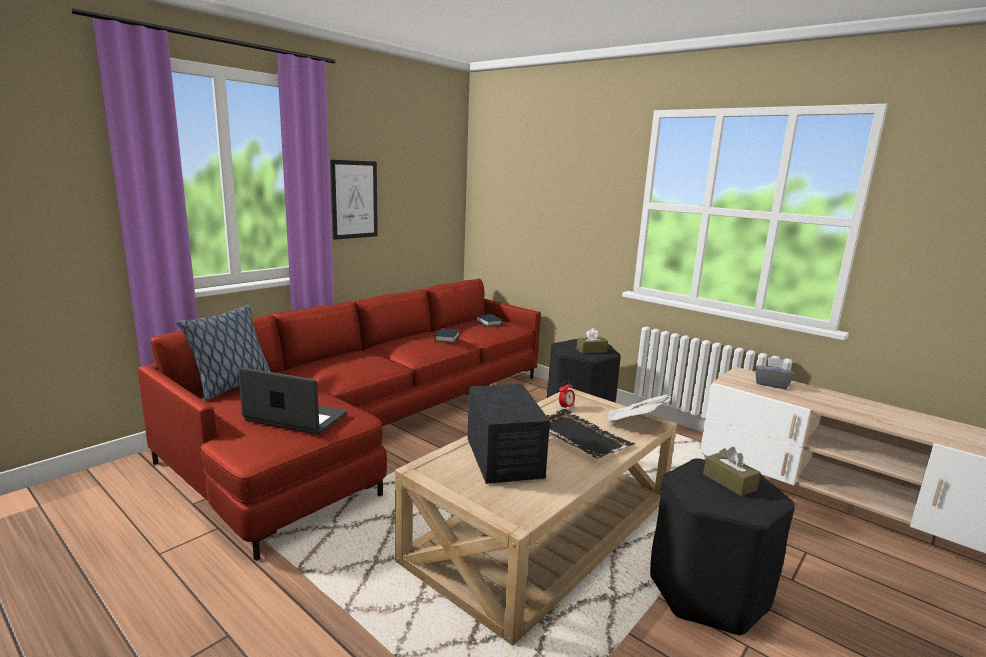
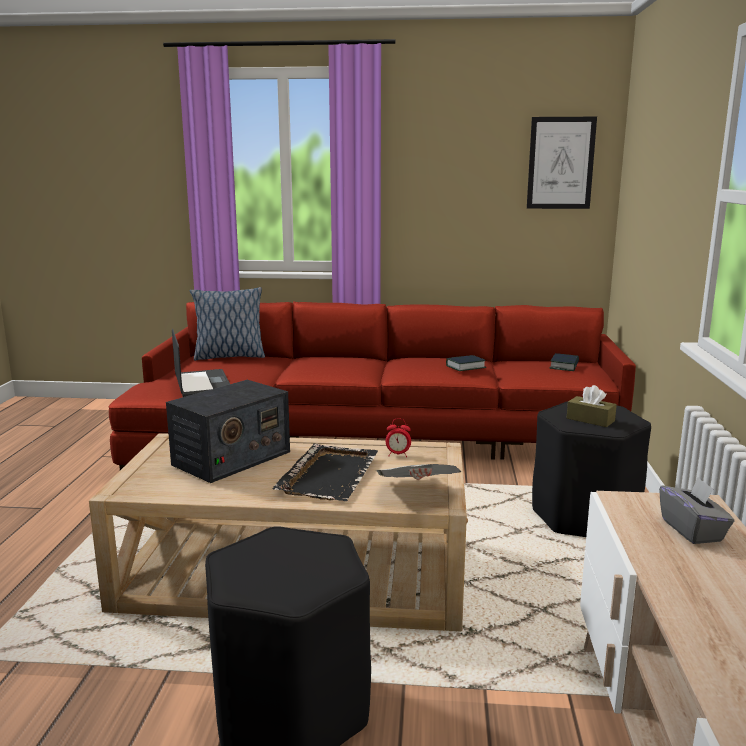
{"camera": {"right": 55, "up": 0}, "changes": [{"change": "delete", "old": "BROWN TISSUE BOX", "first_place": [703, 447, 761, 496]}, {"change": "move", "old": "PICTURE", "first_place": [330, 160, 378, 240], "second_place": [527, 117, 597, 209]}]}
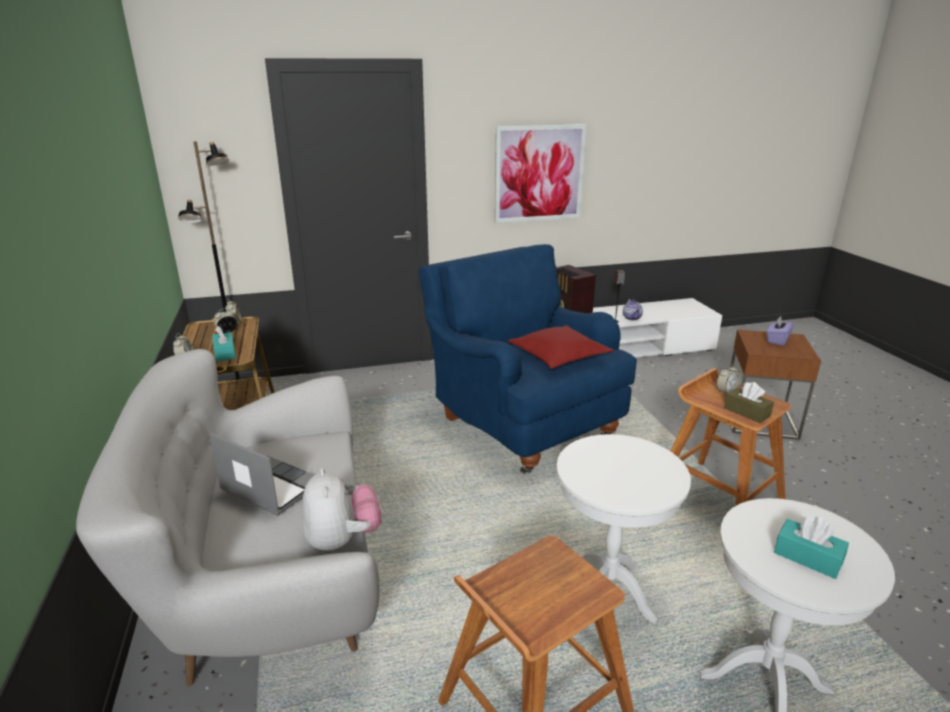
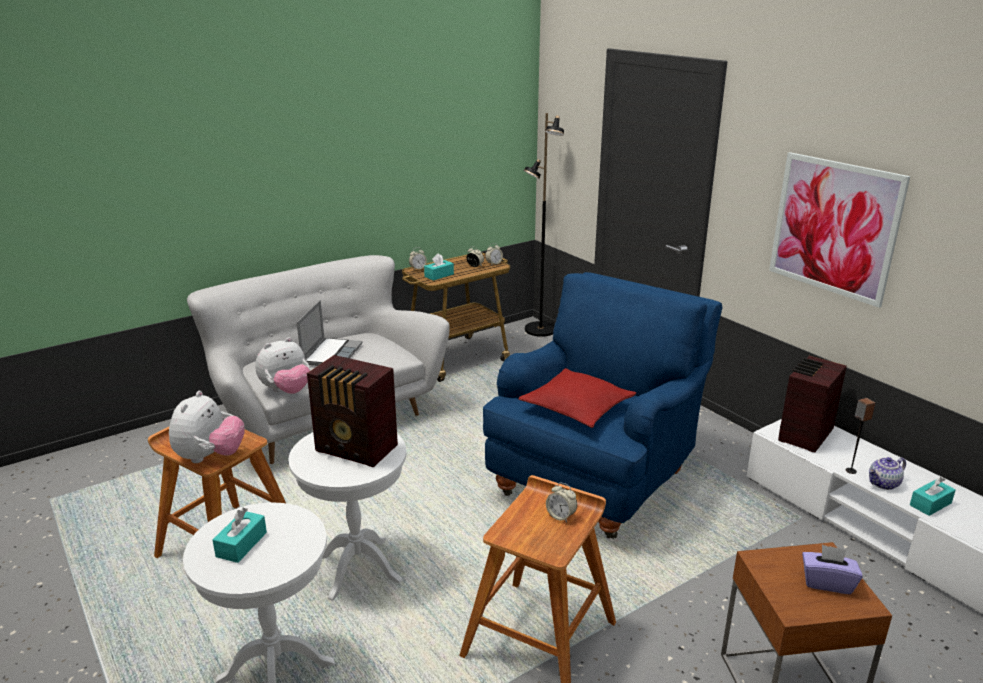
{"camera": {"right": 70, "up": 0}, "changes": [{"change": "delete", "old": "BROWN TISSUE BOX", "first_place": [724, 382, 774, 423]}, {"change": "insert", "new": "PLUSH TOY", "second_place": [169, 391, 245, 463]}, {"change": "insert", "new": "RADIO", "second_place": [307, 355, 398, 468]}, {"change": "insert", "new": "TURQUOISE TISSUE BOX", "second_place": [910, 477, 956, 516]}]}
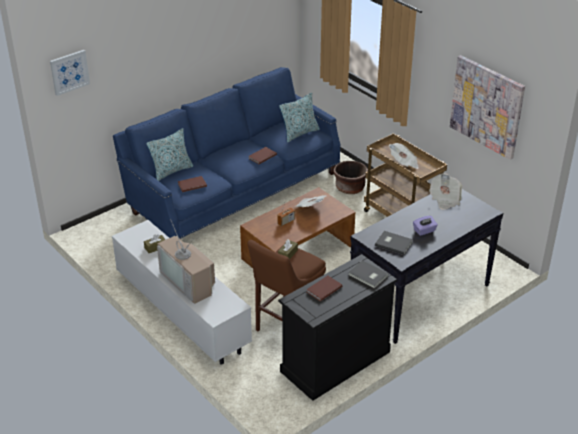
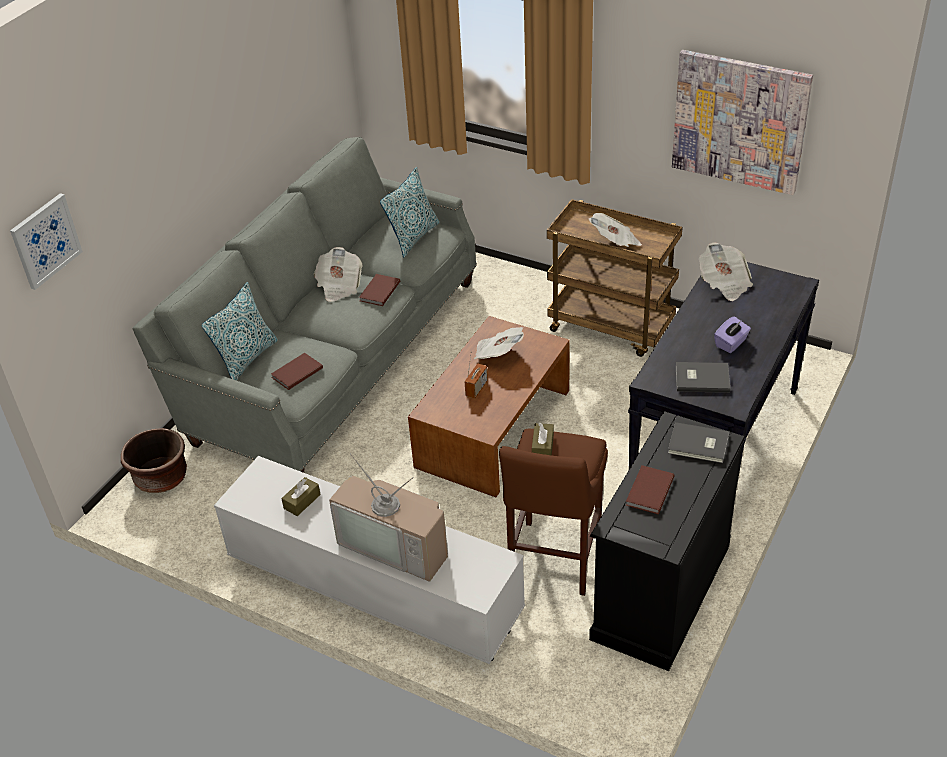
{"camera": {"right": -20, "up": 5}, "changes": [{"change": "insert", "new": "NEWSPAPER", "second_place": [314, 247, 363, 302]}, {"change": "move", "old": "BROWN PLANTER", "first_place": [333, 161, 368, 194], "second_place": [121, 428, 187, 493]}, {"change": "recolor", "old": "BLUE SOFA", "new": "GREY SOFA", "first_place": [113, 67, 340, 239], "second_place": [132, 137, 477, 473]}]}
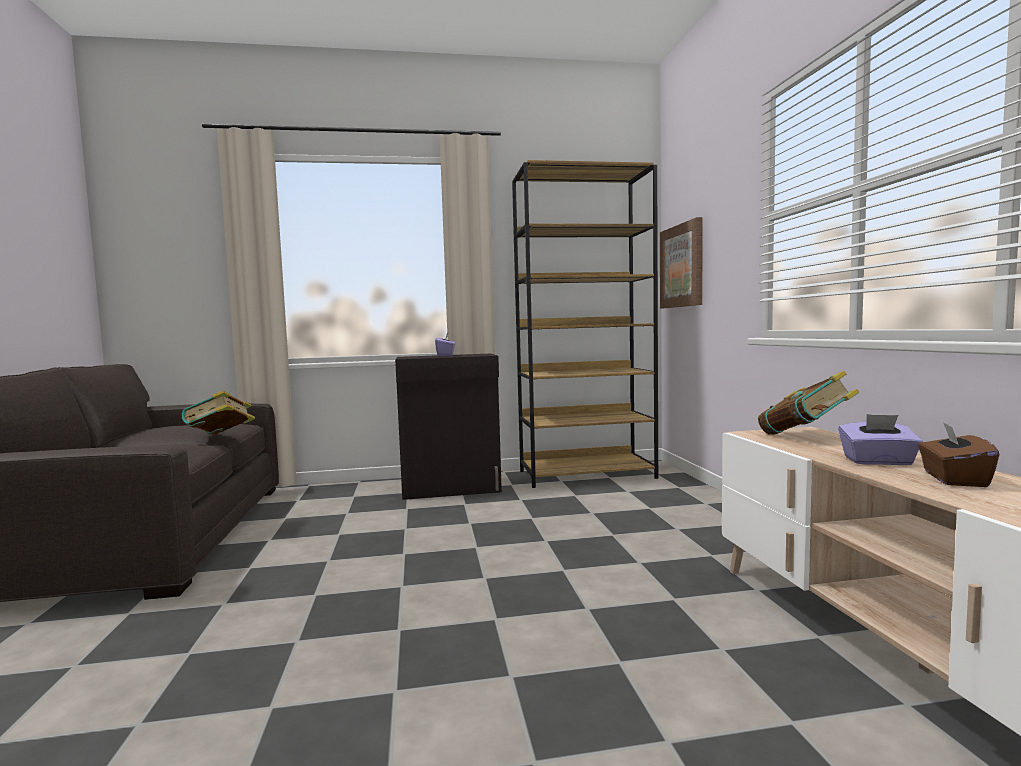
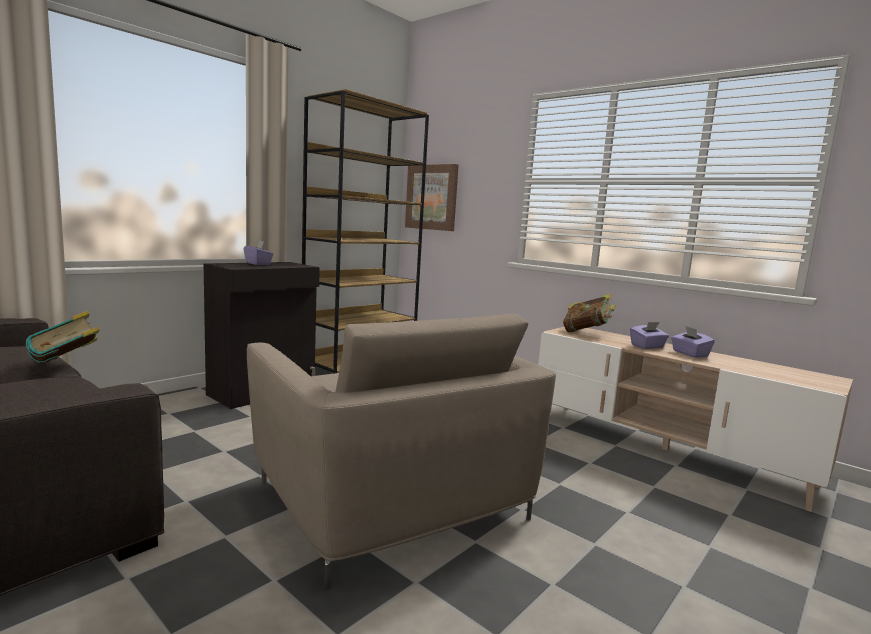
{"camera": {"right": -40, "up": 5}, "changes": [{"change": "insert", "new": "BEIGE ARMCHAIR", "second_place": [247, 314, 556, 590]}, {"change": "recolor", "old": "BROWN TISSUE BOX", "new": "PURPLE TISSUE BOX", "first_place": [918, 422, 999, 487], "second_place": [671, 326, 715, 358]}]}
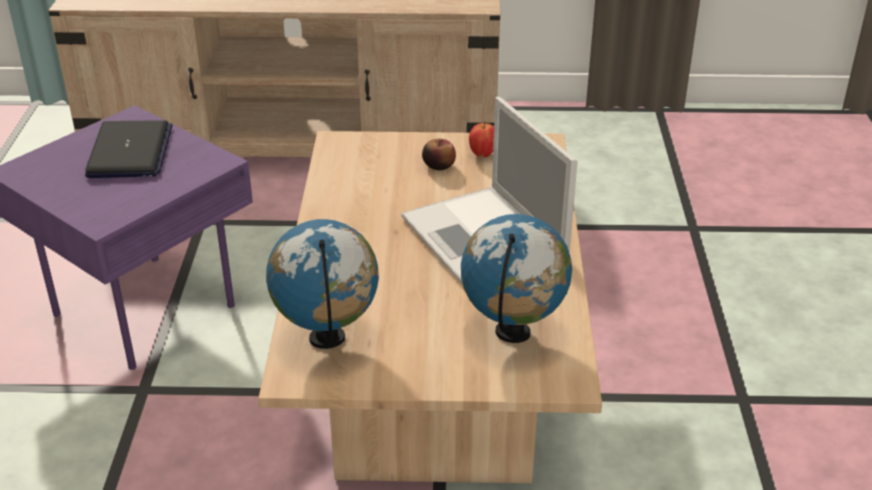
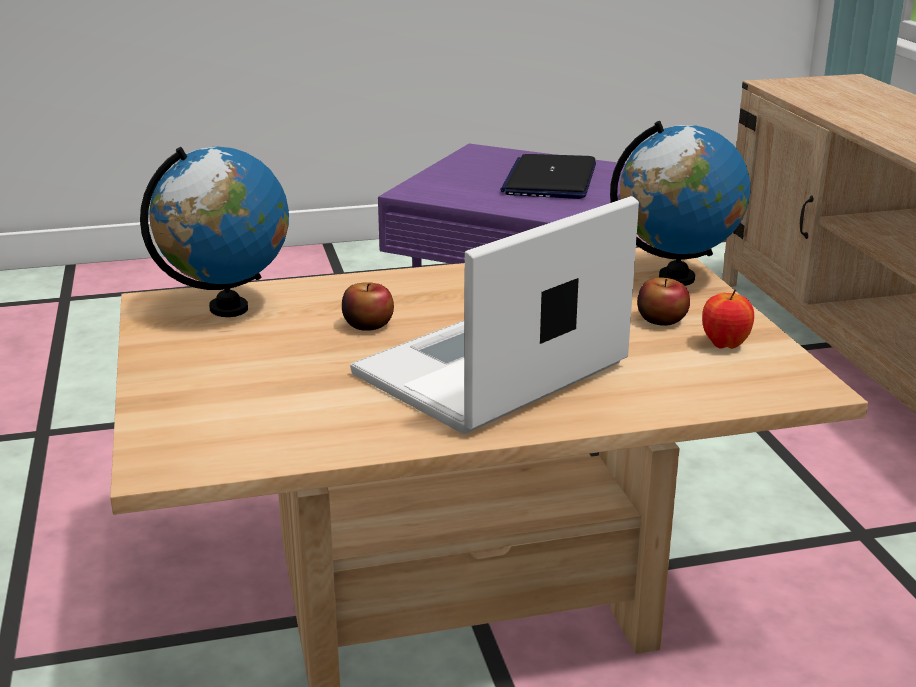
{"camera": {"right": 75, "up": -10}, "changes": [{"change": "insert", "new": "APPLE", "second_place": [342, 282, 394, 331]}, {"change": "move", "old": "GLOBE", "first_place": [461, 214, 572, 343], "second_place": [610, 121, 750, 286]}, {"change": "rotate", "old": "LAPTOP", "first_place": [85, 120, 173, 178], "second_place": [500, 154, 596, 199], "degrees": 120}]}
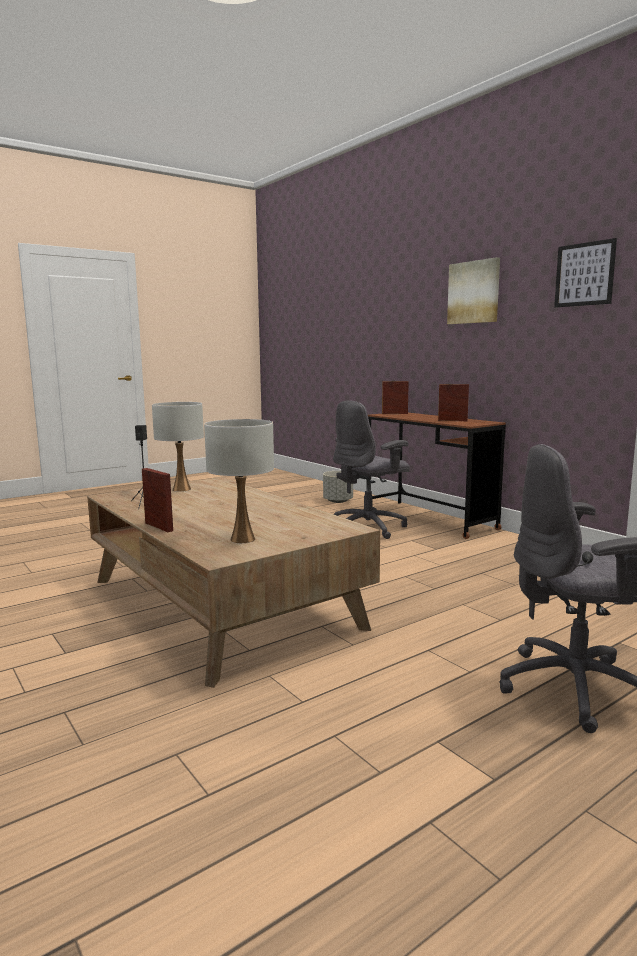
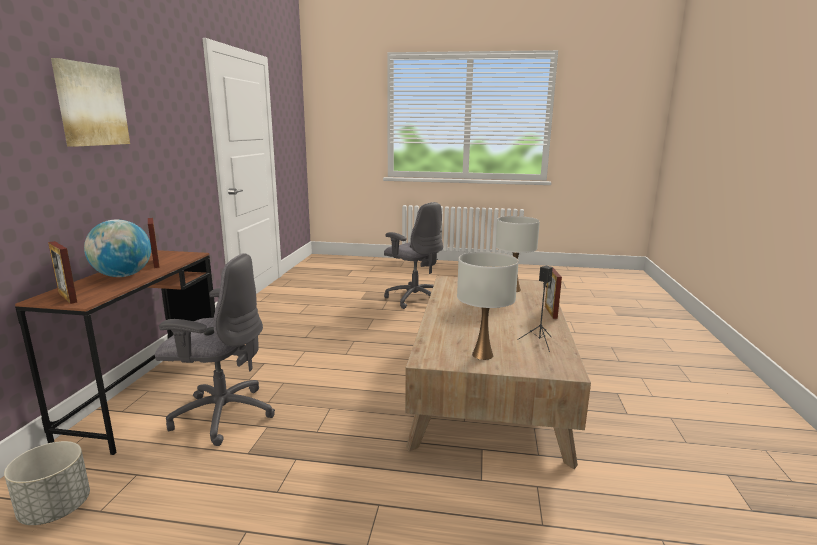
{"camera": {"right": -135, "up": 5}, "changes": [{"change": "delete", "old": "PICTURE", "first_place": [554, 238, 617, 308]}, {"change": "insert", "new": "GLOBE", "second_place": [84, 219, 151, 277]}]}
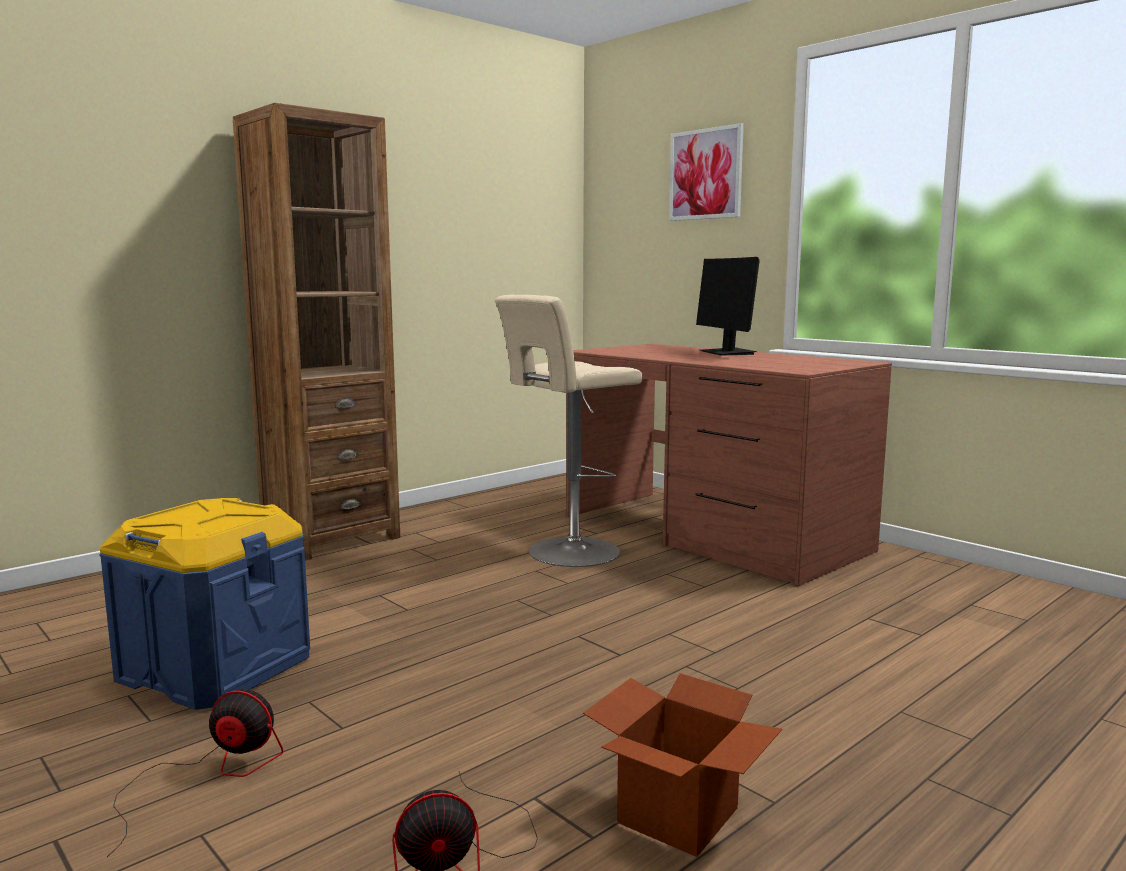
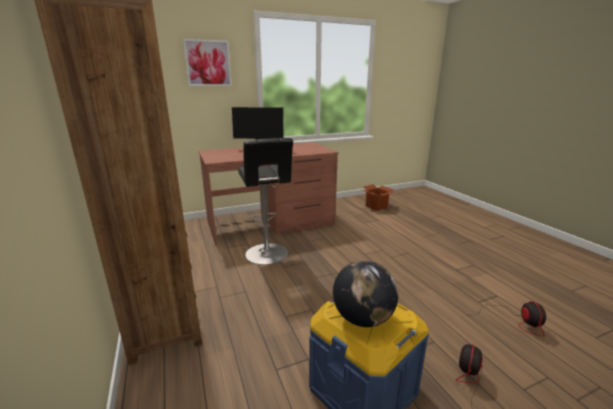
{"camera": {"right": -70, "up": 10}, "changes": [{"change": "insert", "new": "GLOBE", "second_place": [333, 260, 398, 327]}, {"change": "move", "old": "CARDBOARD BOX", "first_place": [583, 673, 782, 857], "second_place": [362, 184, 394, 211]}, {"change": "recolor", "old": "BEIGE STOOL", "new": "BLACK STOOL", "first_place": [494, 295, 643, 567], "second_place": [238, 138, 293, 265]}]}
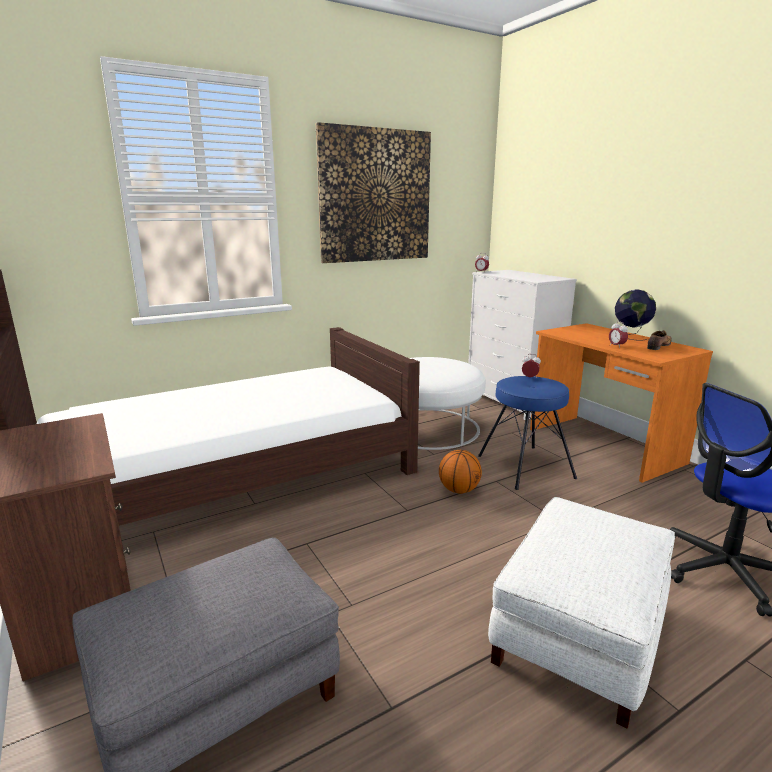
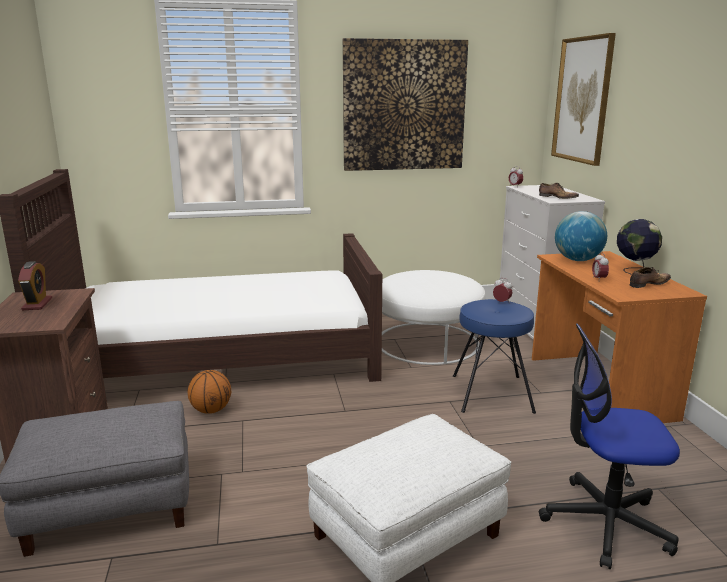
{"camera": {"right": 20, "up": 0}, "changes": [{"change": "insert", "new": "ALARM CLOCK", "second_place": [18, 261, 52, 310]}, {"change": "insert", "new": "SHOE", "second_place": [539, 183, 579, 199]}, {"change": "insert", "new": "PICTURE", "second_place": [551, 33, 616, 166]}, {"change": "insert", "new": "GLOBE", "second_place": [555, 211, 607, 261]}, {"change": "move", "old": "BASKETBALL", "first_place": [439, 450, 482, 494], "second_place": [188, 370, 231, 414]}]}
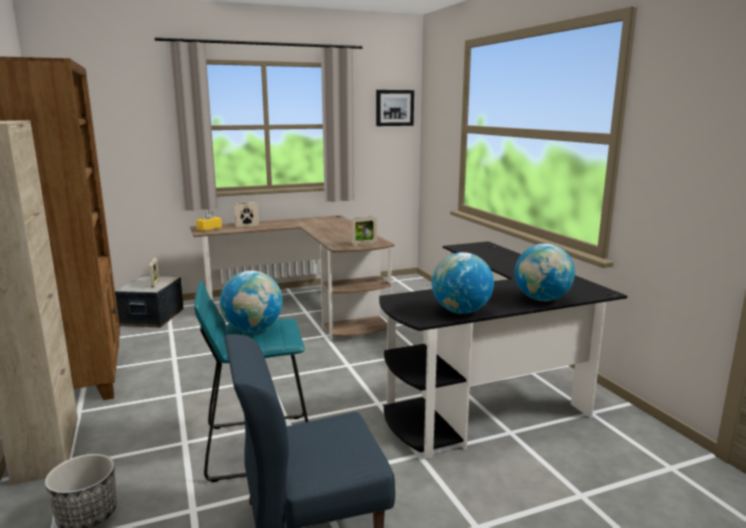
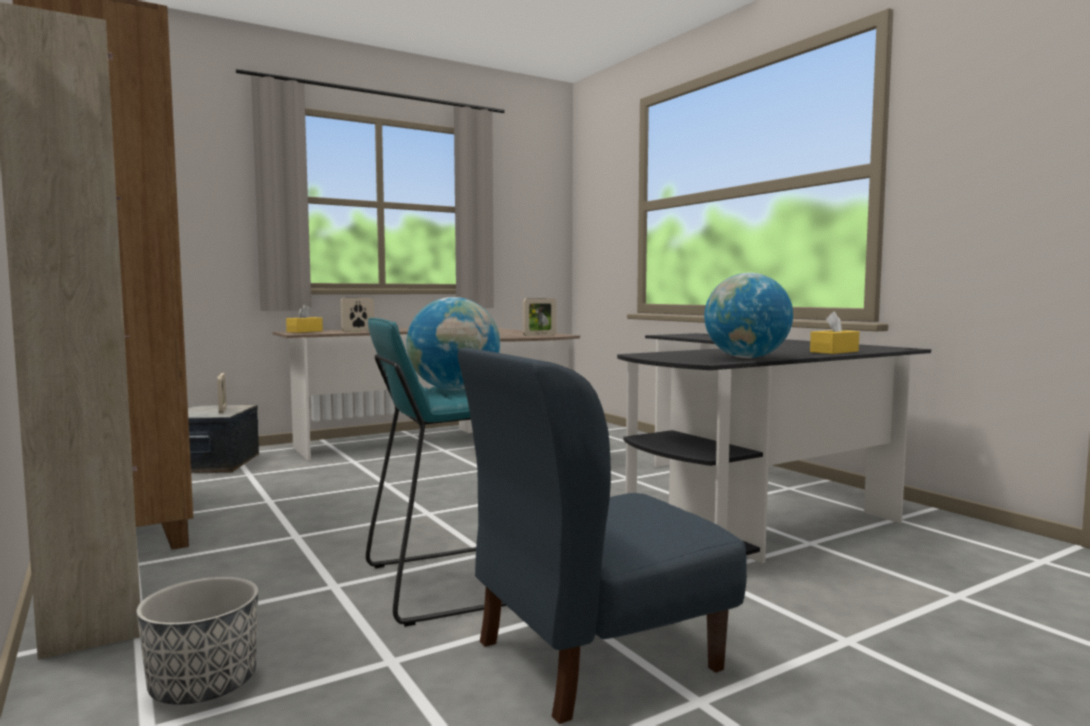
{"camera": {"right": -10, "up": -10}, "changes": [{"change": "delete", "old": "PICTURE", "first_place": [376, 90, 414, 126]}, {"change": "replace", "old": "GLOBE", "new": "YELLOW TISSUE BOX", "first_place": [515, 244, 575, 301], "second_place": [810, 311, 859, 354]}]}
